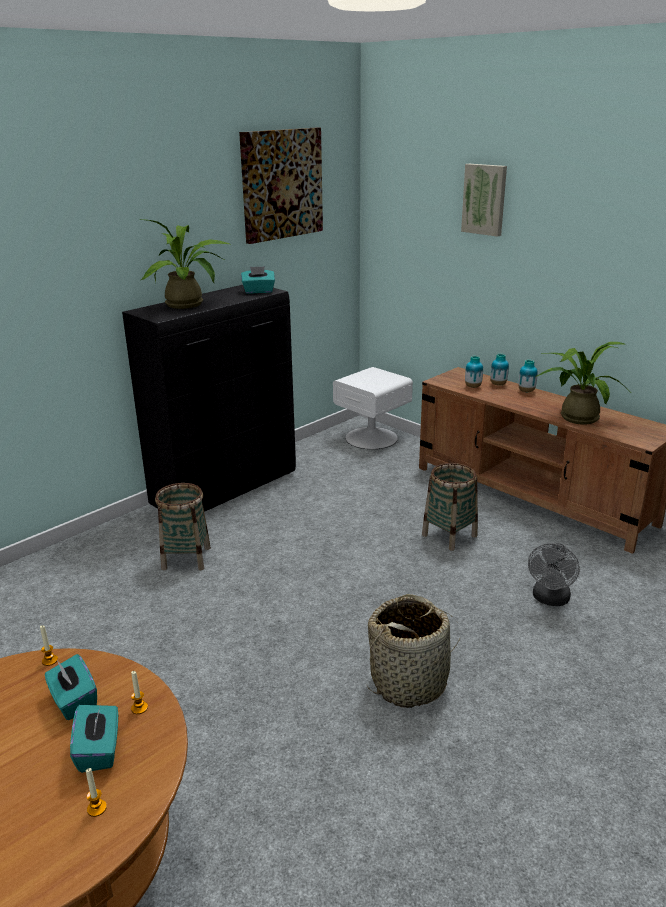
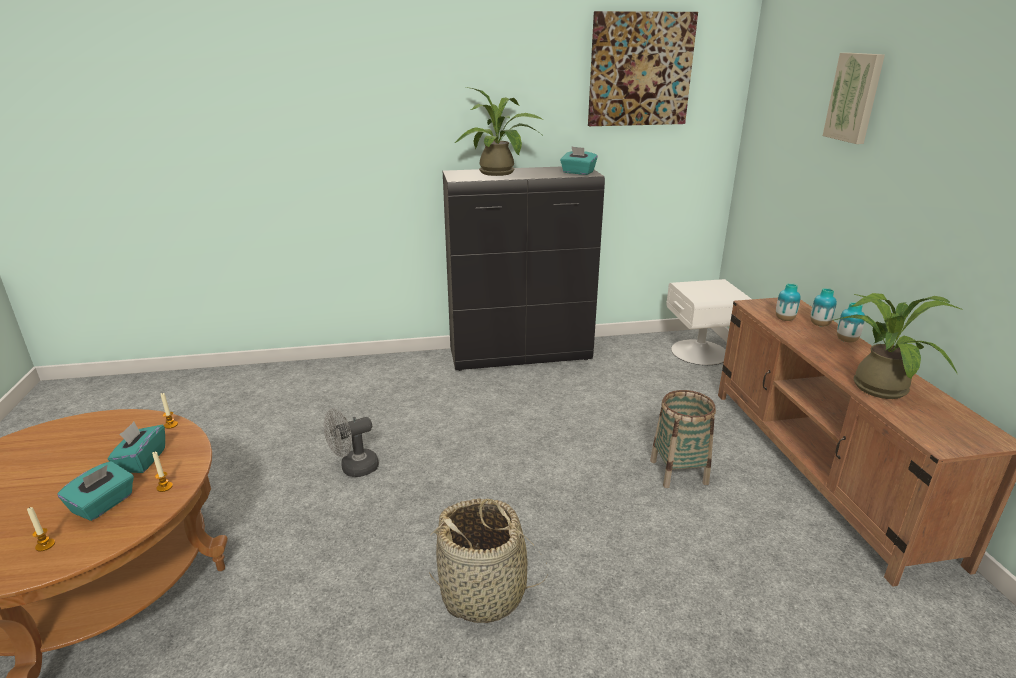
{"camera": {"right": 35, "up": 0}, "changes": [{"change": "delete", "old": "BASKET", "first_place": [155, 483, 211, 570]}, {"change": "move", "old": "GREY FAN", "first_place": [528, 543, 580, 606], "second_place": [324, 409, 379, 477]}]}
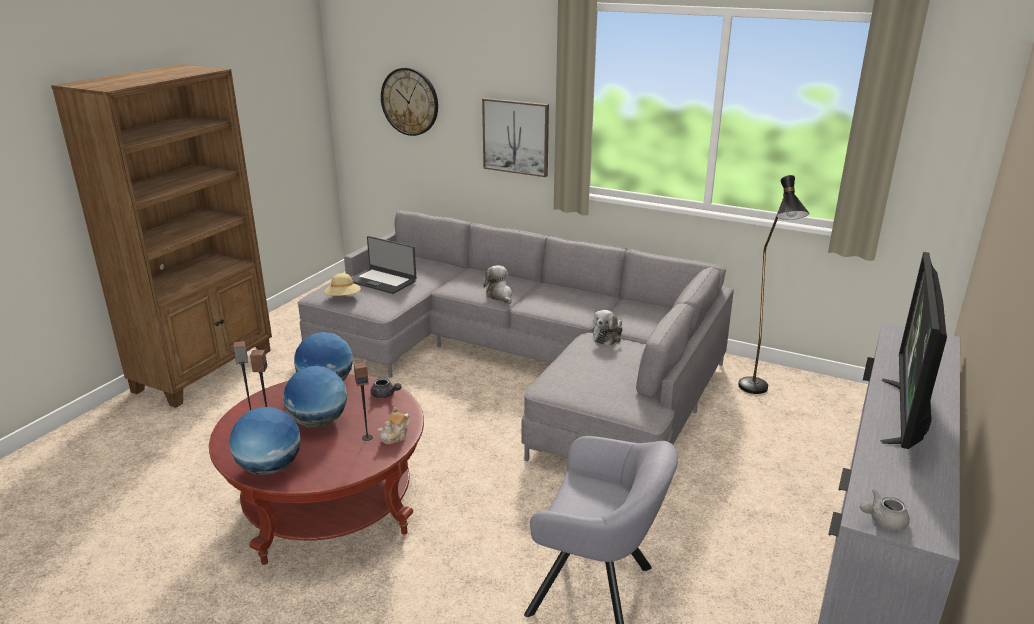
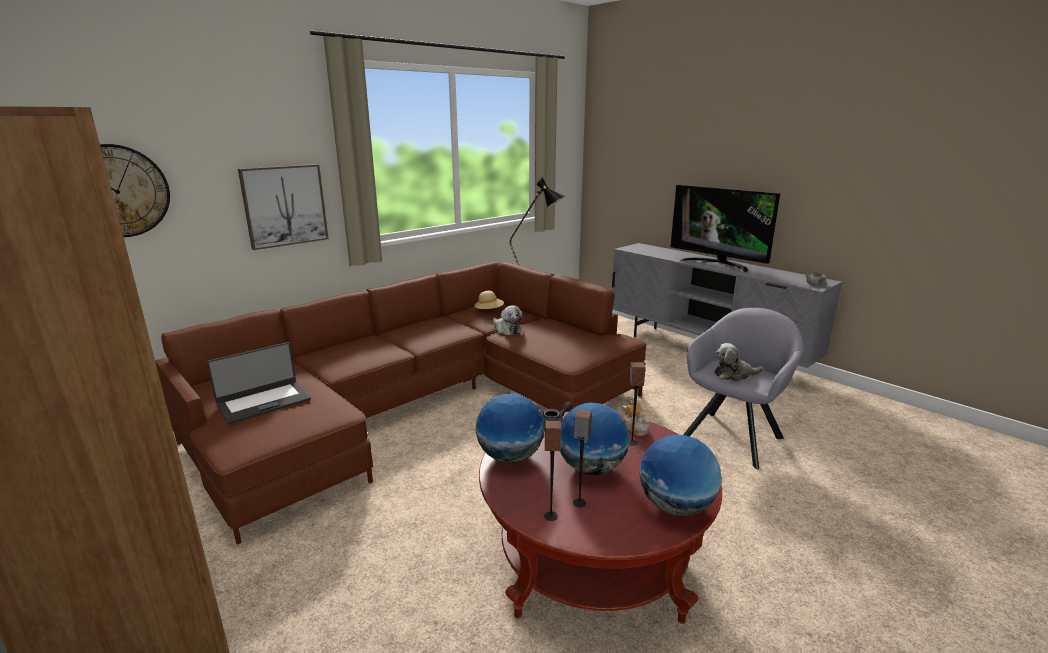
{"camera": {"right": -70, "up": -5}, "changes": [{"change": "move", "old": "BEIGE HAT", "first_place": [325, 273, 361, 296], "second_place": [474, 291, 504, 311]}, {"change": "move", "old": "PLUSH TOY", "first_place": [483, 265, 512, 304], "second_place": [714, 343, 764, 381]}, {"change": "recolor", "old": "GREY SOFA", "new": "BROWN SOFA", "first_place": [298, 210, 734, 461], "second_place": [155, 261, 647, 545]}]}
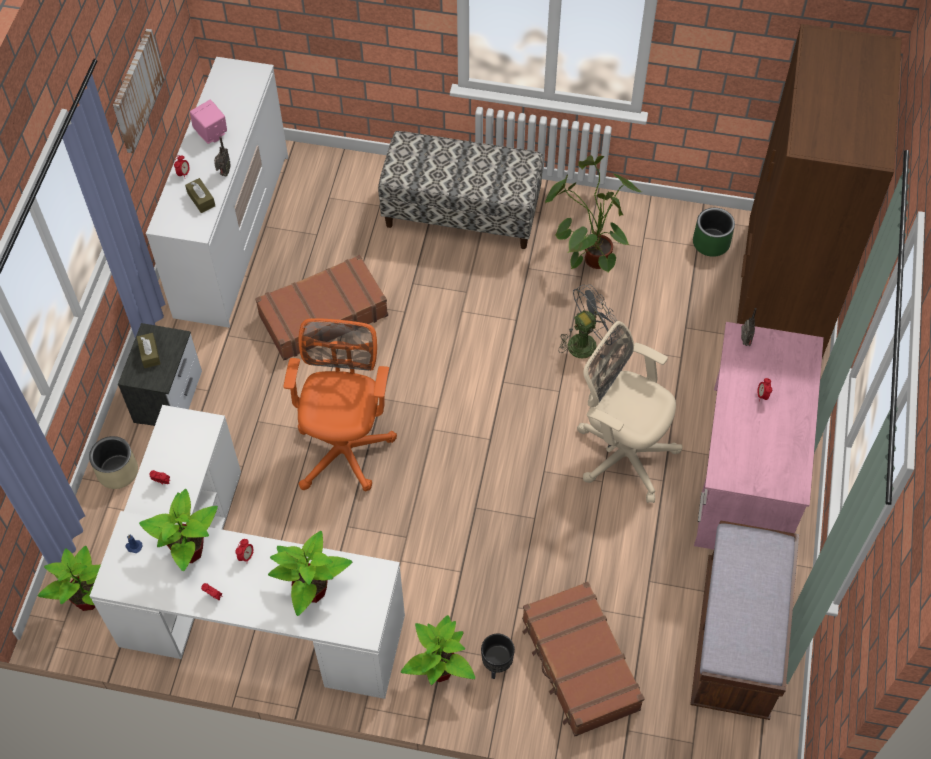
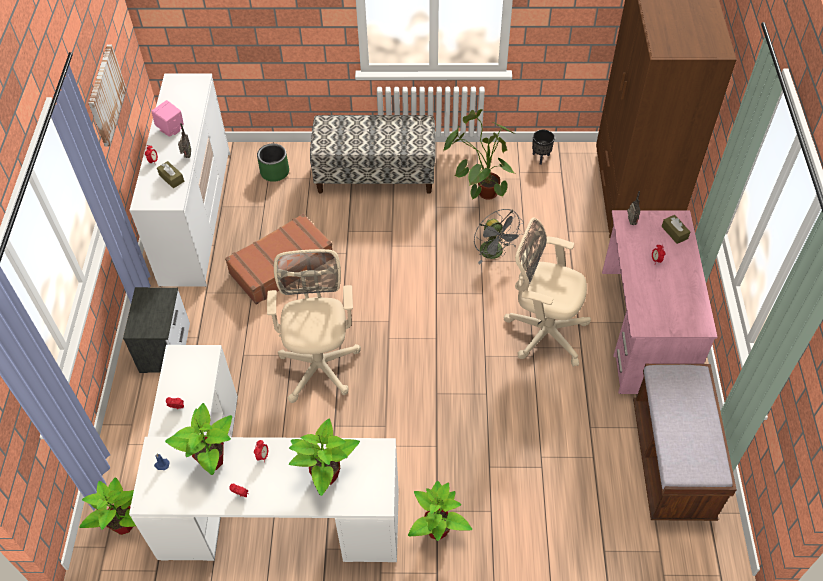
{"camera": {"right": -10, "up": -5}, "changes": [{"change": "delete", "old": "BEIGE PLANTER", "first_place": [89, 436, 138, 489]}, {"change": "delete", "old": "BROWN SUITCASE", "first_place": [522, 581, 644, 736]}, {"change": "move", "old": "BROWN TISSUE BOX", "first_place": [137, 333, 161, 368], "second_place": [662, 215, 690, 244]}, {"change": "move", "old": "BLACK PLANTER", "first_place": [481, 634, 515, 679], "second_place": [532, 130, 555, 165]}, {"change": "move", "old": "GREEN PLANTER", "first_place": [693, 208, 735, 257], "second_place": [257, 144, 289, 182]}, {"change": "recolor", "old": "ORANGE OFFICE CHAIR", "new": "BEIGE OFFICE CHAIR", "first_place": [283, 318, 397, 491], "second_place": [267, 249, 361, 403]}, {"change": "rotate", "old": "GREY FAN", "first_place": [558, 284, 617, 358], "second_place": [474, 209, 523, 264], "degrees": 105}]}
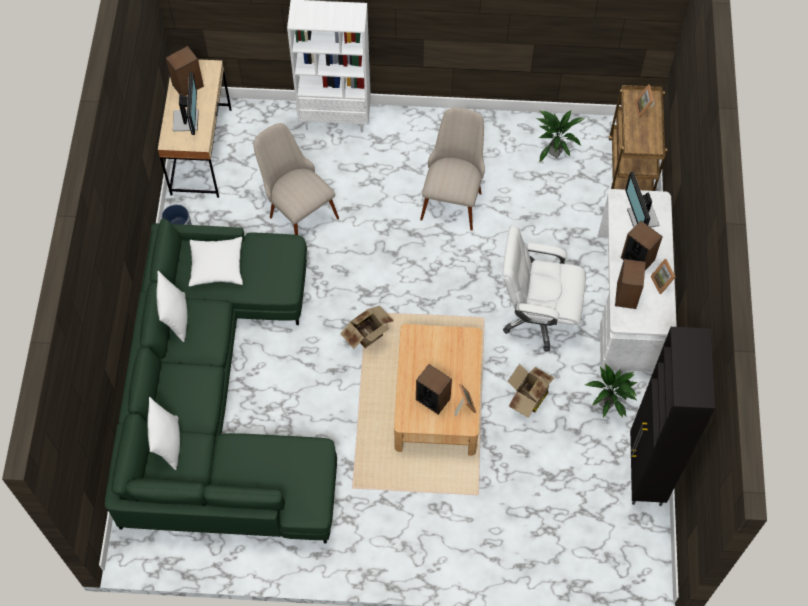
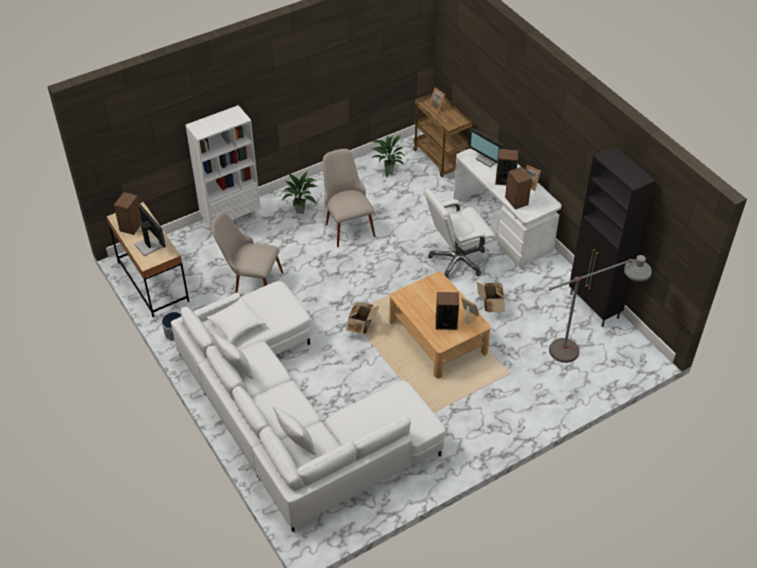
{"camera": {"right": -35, "up": -15}, "changes": [{"change": "insert", "new": "GREY FLOOR LAMP", "second_place": [549, 255, 652, 363]}, {"change": "move", "old": "POTTED PLANT", "first_place": [585, 363, 638, 418], "second_place": [282, 171, 317, 214]}, {"change": "recolor", "old": "GREEN SOFA", "new": "WHITE SOFA", "first_place": [105, 218, 337, 543], "second_place": [171, 281, 446, 532]}]}
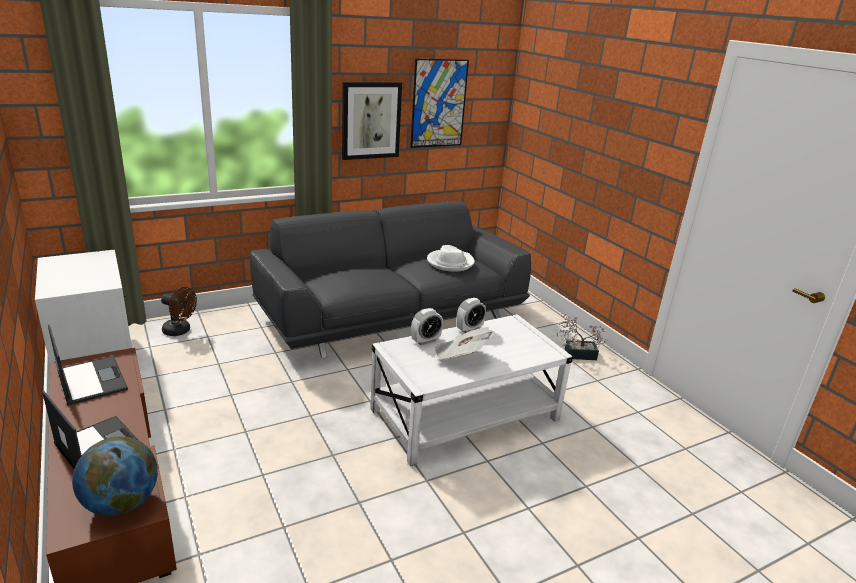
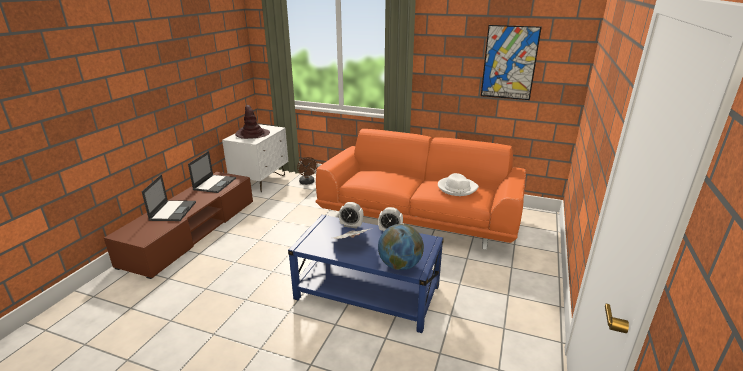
{"camera": {"right": 50, "up": 0}, "changes": [{"change": "delete", "old": "PICTURE", "first_place": [342, 82, 402, 160]}, {"change": "delete", "old": "POTTED PLANT", "first_place": [556, 314, 608, 360]}, {"change": "insert", "new": "BROWN HAT", "second_place": [235, 105, 270, 139]}, {"change": "move", "old": "GLOBE", "first_place": [72, 437, 158, 516], "second_place": [378, 224, 424, 270]}, {"change": "recolor", "old": "GREY SOFA", "new": "ORANGE SOFA", "first_place": [250, 201, 531, 358], "second_place": [315, 129, 526, 250]}, {"change": "recolor", "old": "WHITE COFFEE TABLE", "new": "BLUE COFFEE TABLE", "first_place": [370, 314, 573, 466], "second_place": [288, 215, 444, 333]}]}
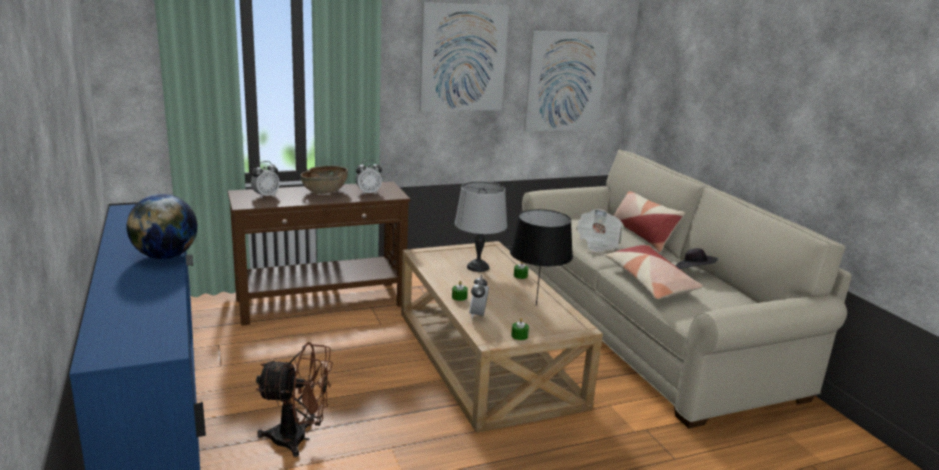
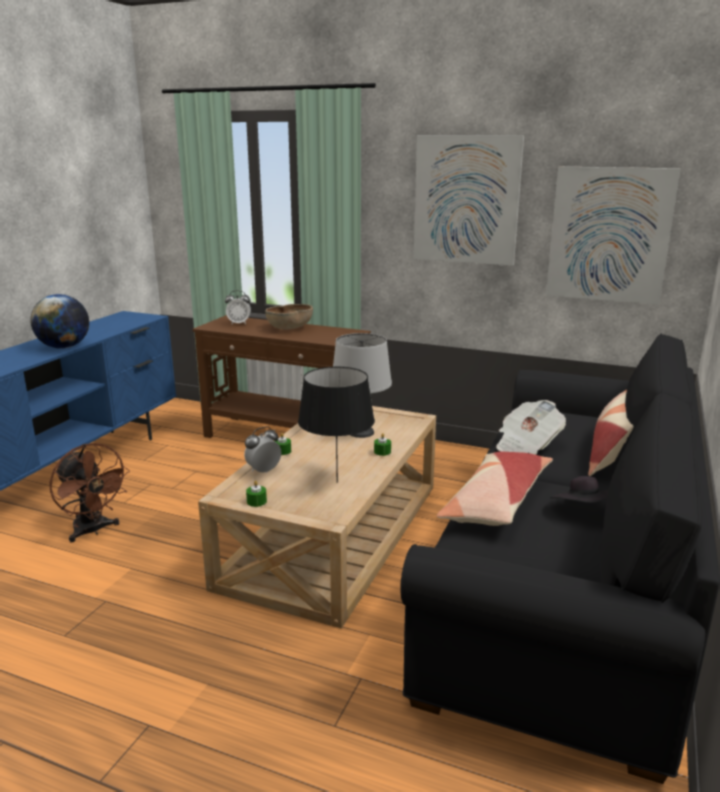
{"camera": {"right": 45, "up": 0}, "changes": [{"change": "delete", "old": "ALARM CLOCK", "first_place": [356, 160, 382, 195]}, {"change": "recolor", "old": "BEIGE SOFA", "new": "BLACK SOFA", "first_place": [522, 150, 852, 428], "second_place": [400, 334, 720, 784]}]}
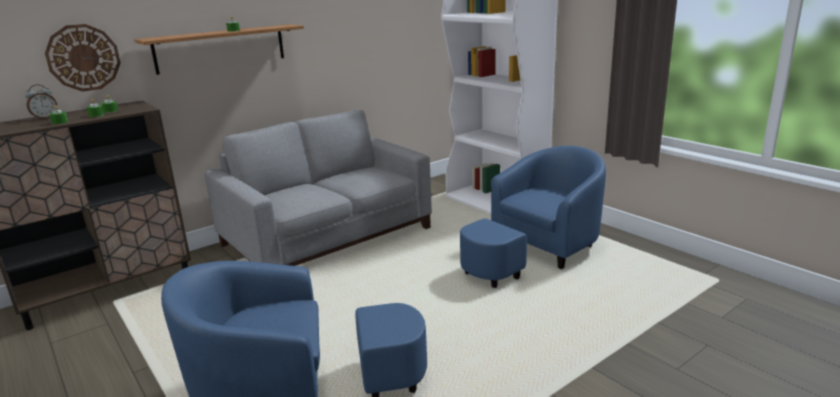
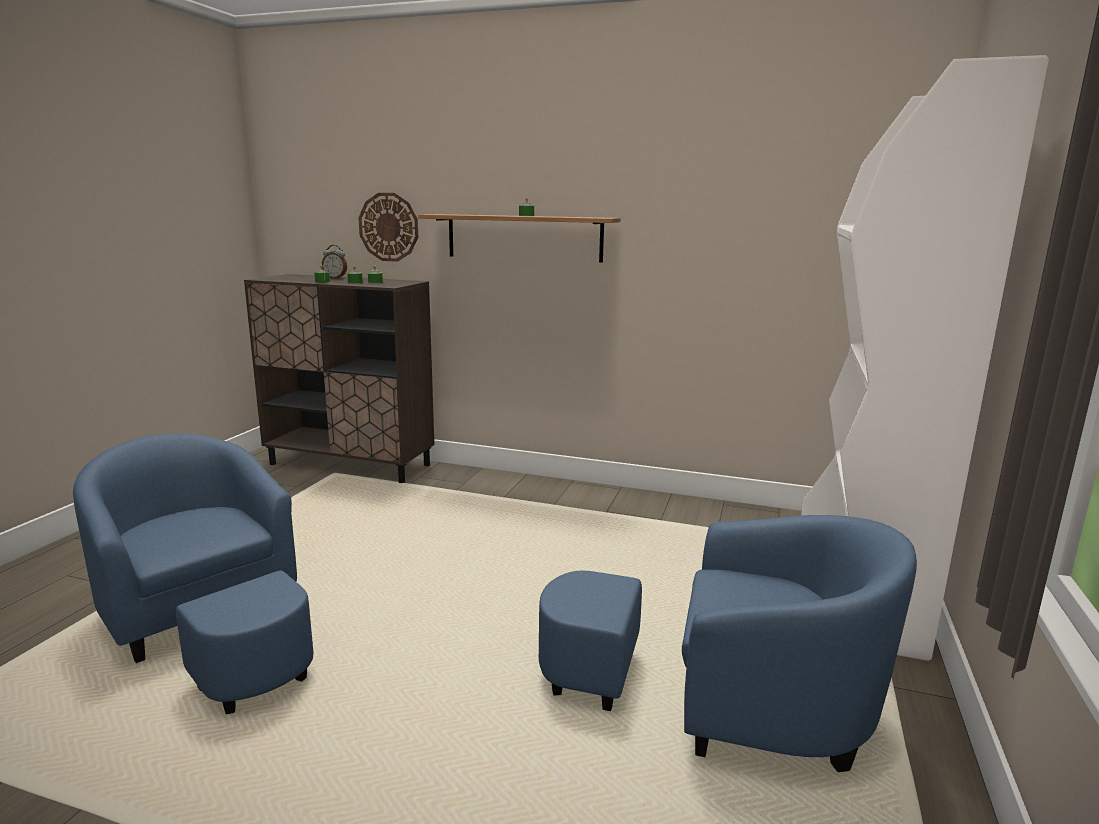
{"camera": {"right": 55, "up": -5}, "changes": [{"change": "delete", "old": "GREY SOFA", "first_place": [205, 110, 432, 266]}]}
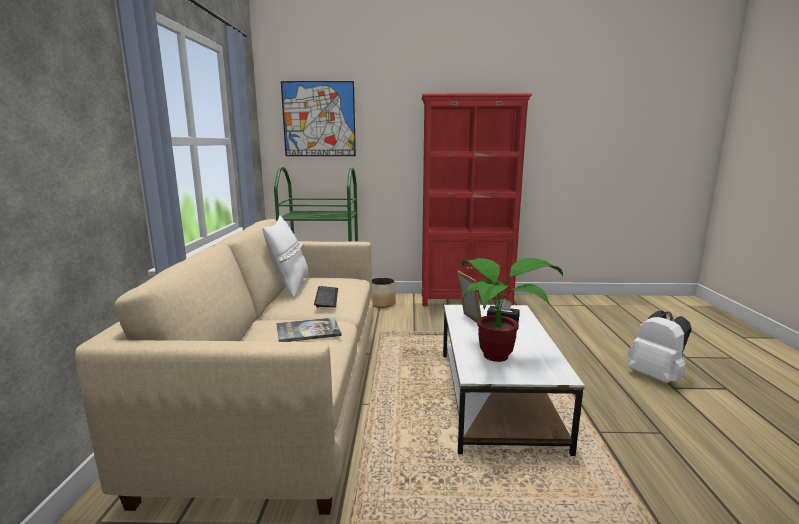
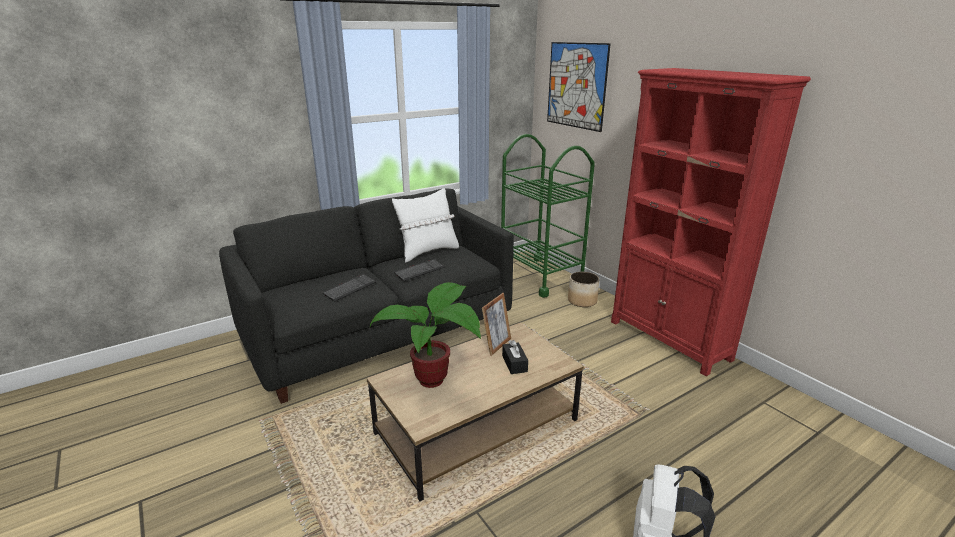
{"camera": {"right": 55, "up": 10}, "changes": [{"change": "replace", "old": "BOOK", "new": "KEYBOARD", "first_place": [276, 317, 342, 342], "second_place": [322, 274, 376, 302]}, {"change": "recolor", "old": "BEIGE SOFA", "new": "BLACK SOFA", "first_place": [75, 219, 373, 515], "second_place": [219, 189, 514, 404]}, {"change": "recolor", "old": "WHITE COFFEE TABLE", "new": "BROWN COFFEE TABLE", "first_place": [443, 305, 585, 456], "second_place": [367, 323, 584, 501]}]}
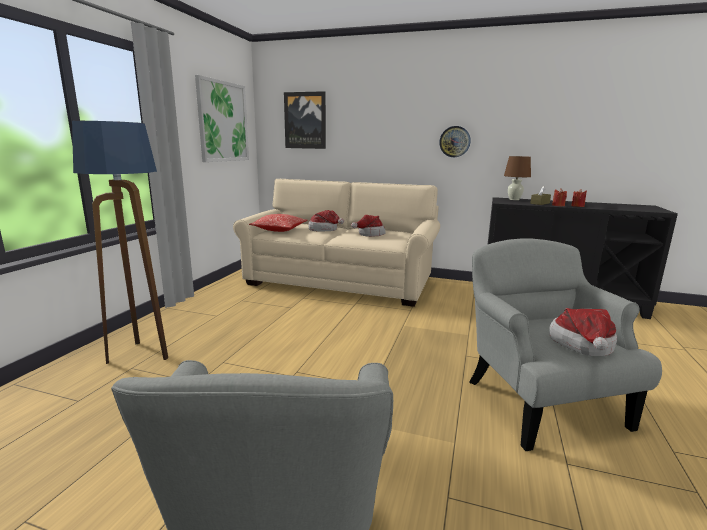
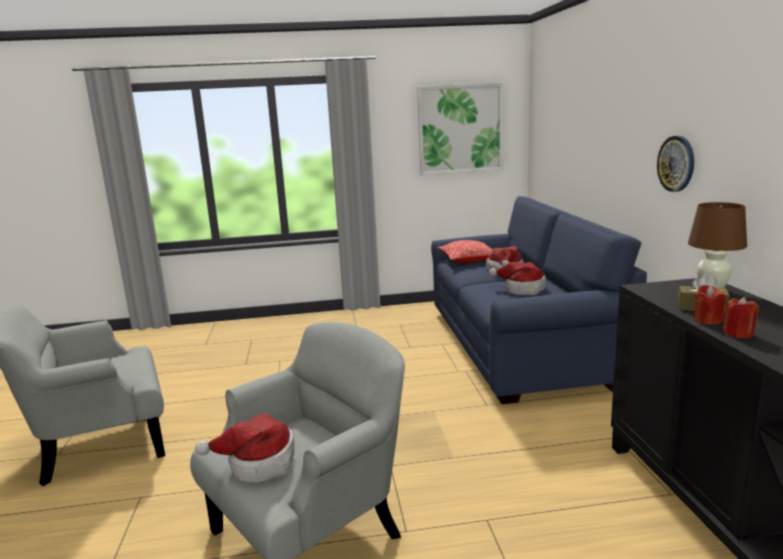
{"camera": {"right": 65, "up": 0}, "changes": [{"change": "delete", "old": "FLOOR LAMP", "first_place": [72, 121, 168, 364]}, {"change": "delete", "old": "PICTURE", "first_place": [284, 91, 326, 149]}, {"change": "recolor", "old": "BEIGE SOFA", "new": "BLUE SOFA", "first_place": [233, 179, 440, 307], "second_place": [431, 196, 647, 404]}]}
